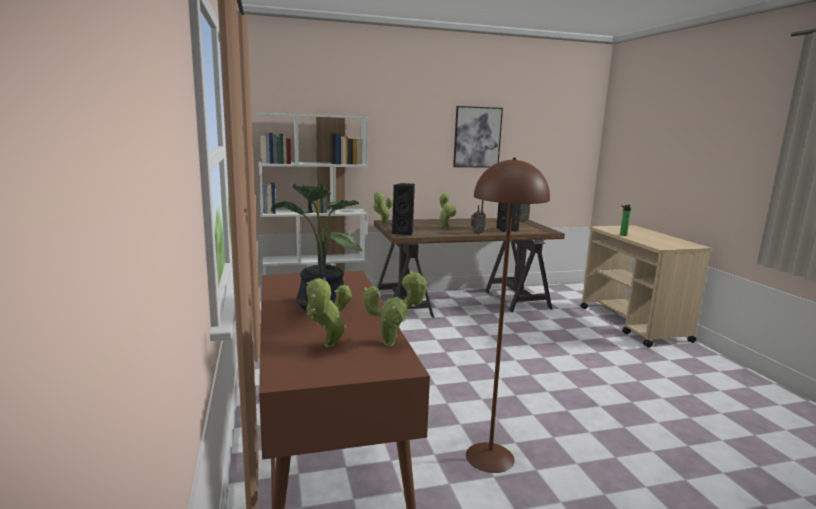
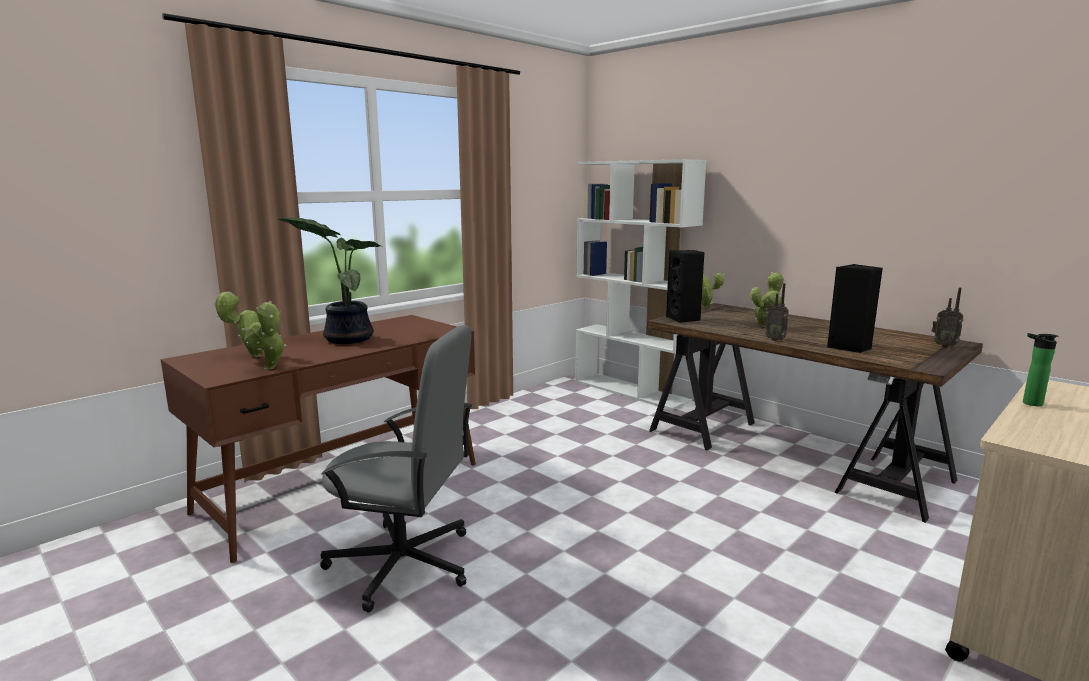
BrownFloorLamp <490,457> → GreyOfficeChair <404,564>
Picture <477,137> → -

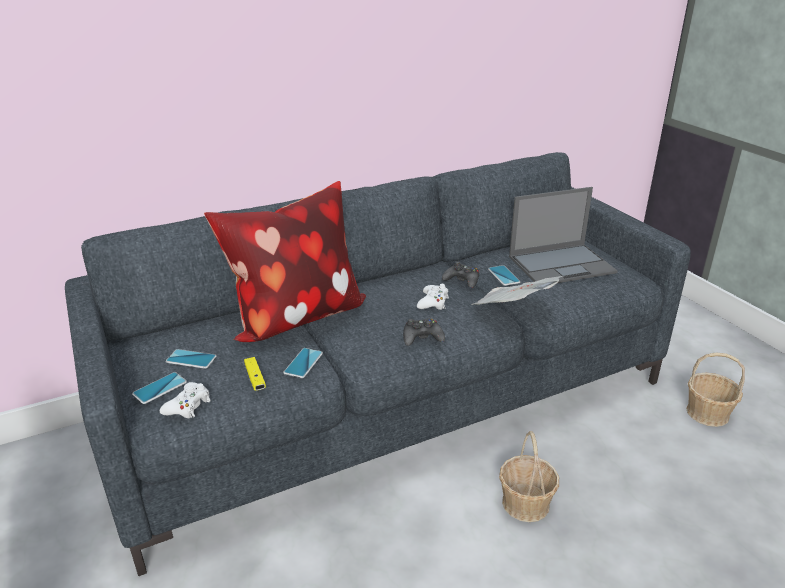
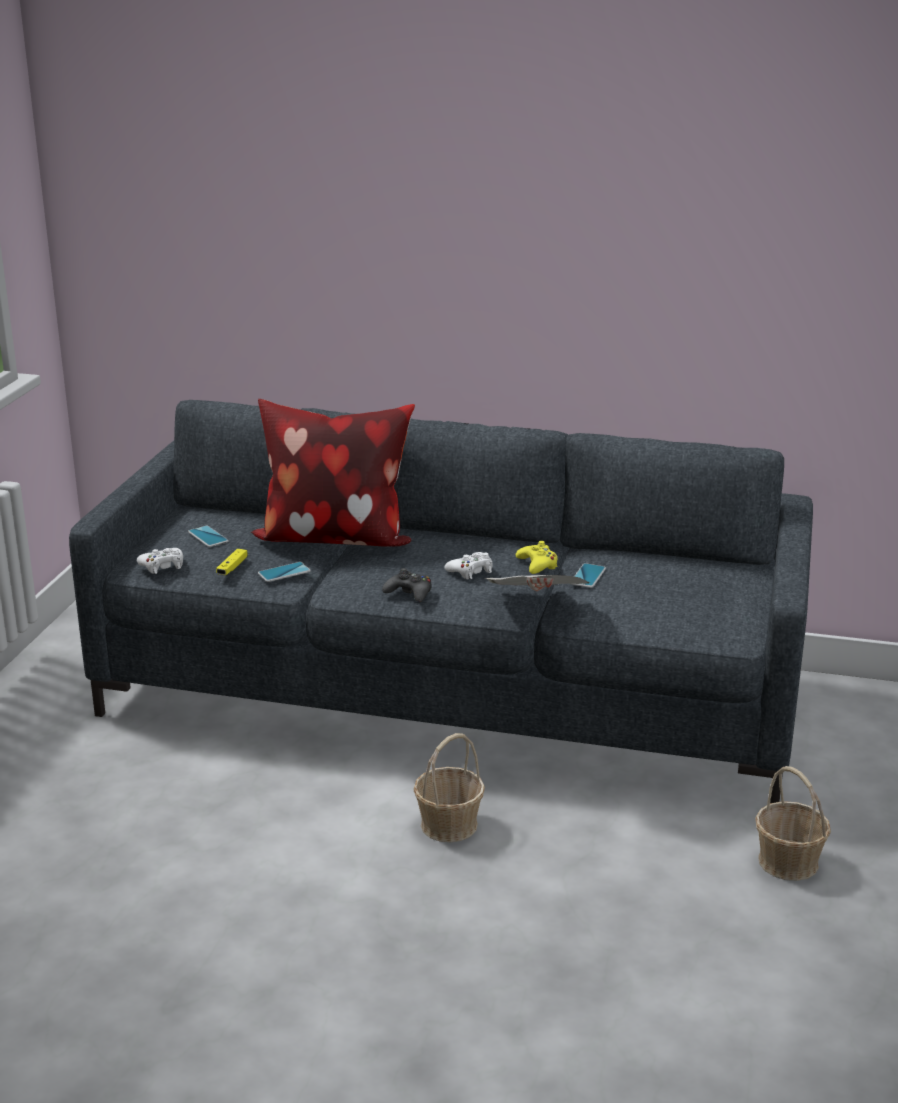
BlackGameController <462,280> → YellowGameController <537,565>
Phone <160,388> → -
Laptop <562,264> → -

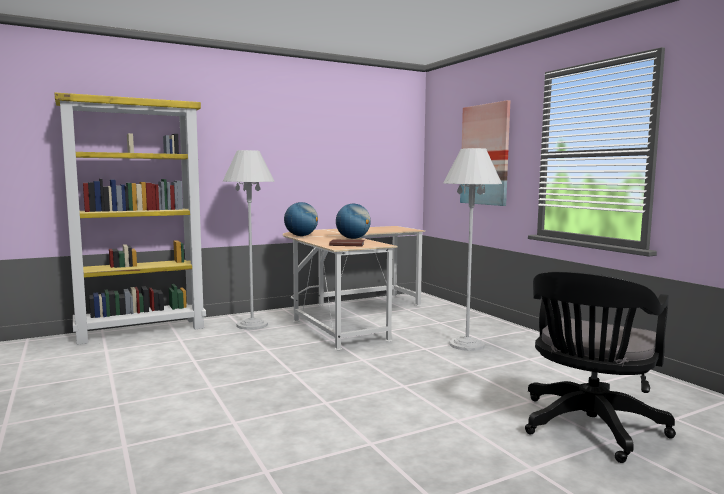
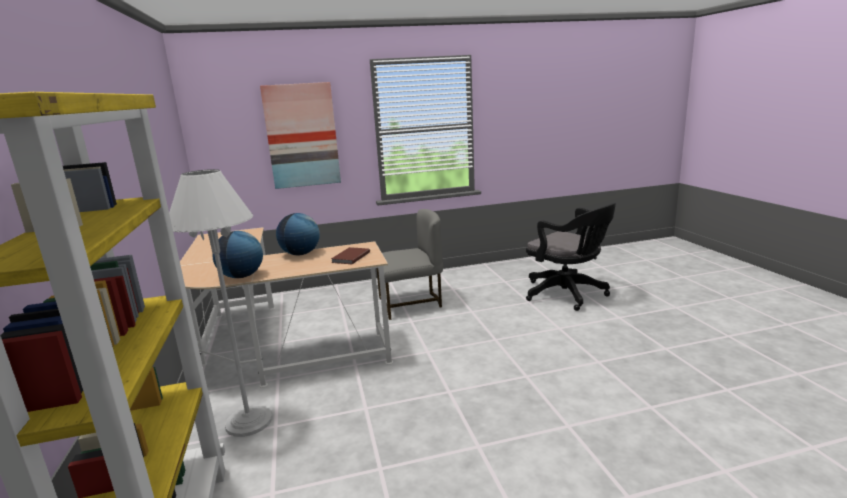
WhiteFloorLamp <467,345> → GreyChair <411,304>

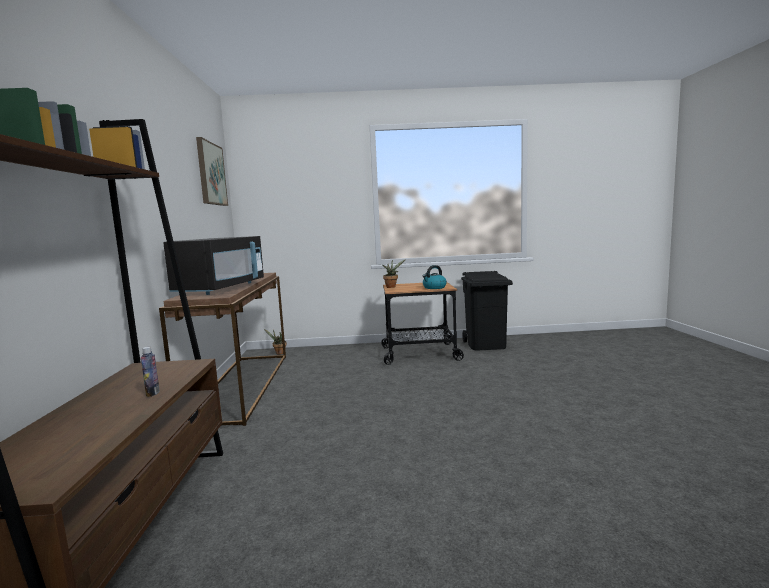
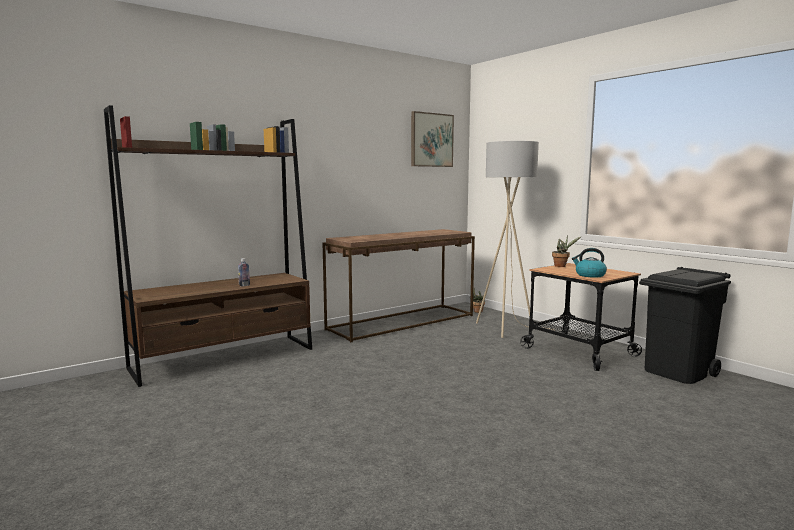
- → BeigeFloorLamp <507,328>
BlackMicrowave <221,288> → -

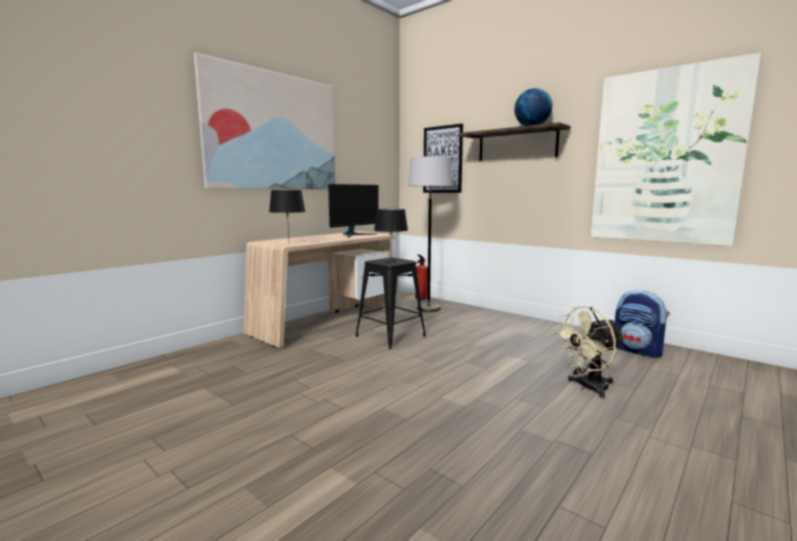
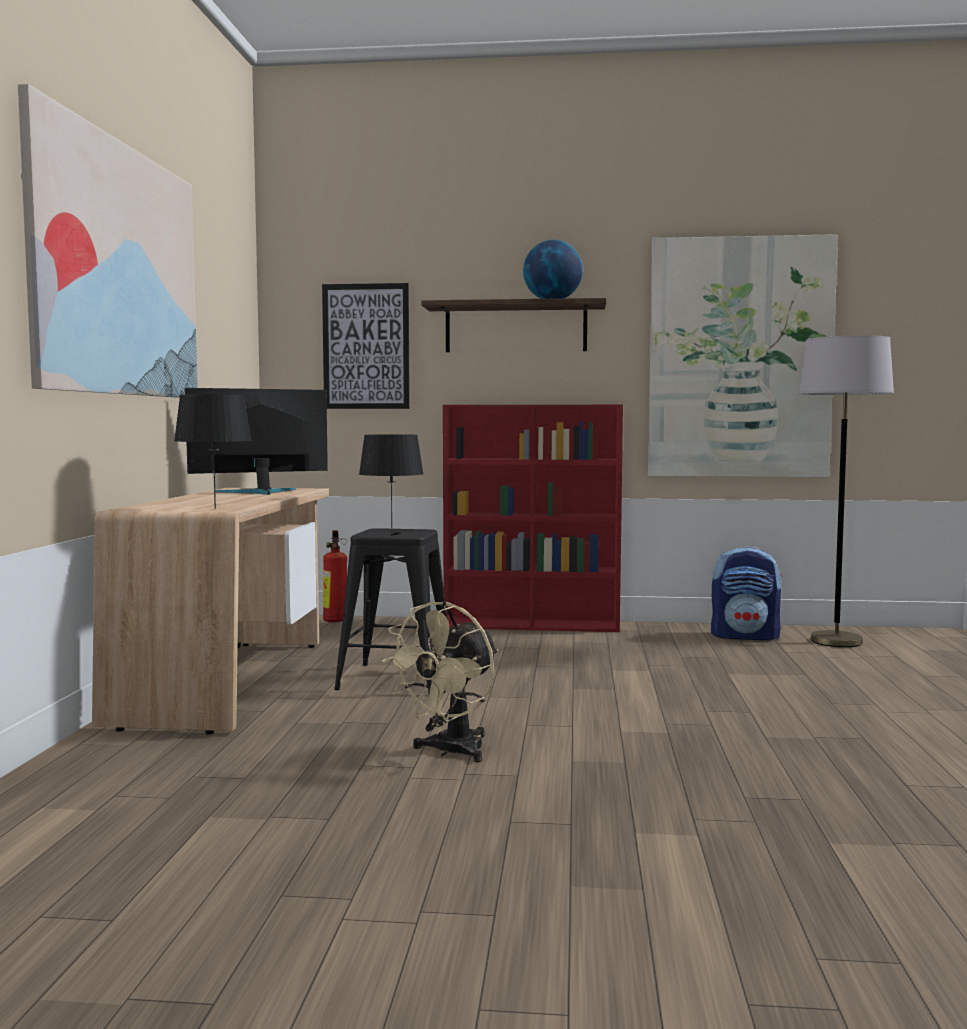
Monitor <354,235> → Monitor <260,492>, 120 degrees counterclockwise
BeigeFan <587,388> → BeigeFan <450,752>, move
- → RedBookcase <533,625>
GreyFloorLamp <428,308> → GreyFloorLamp <836,641>, move

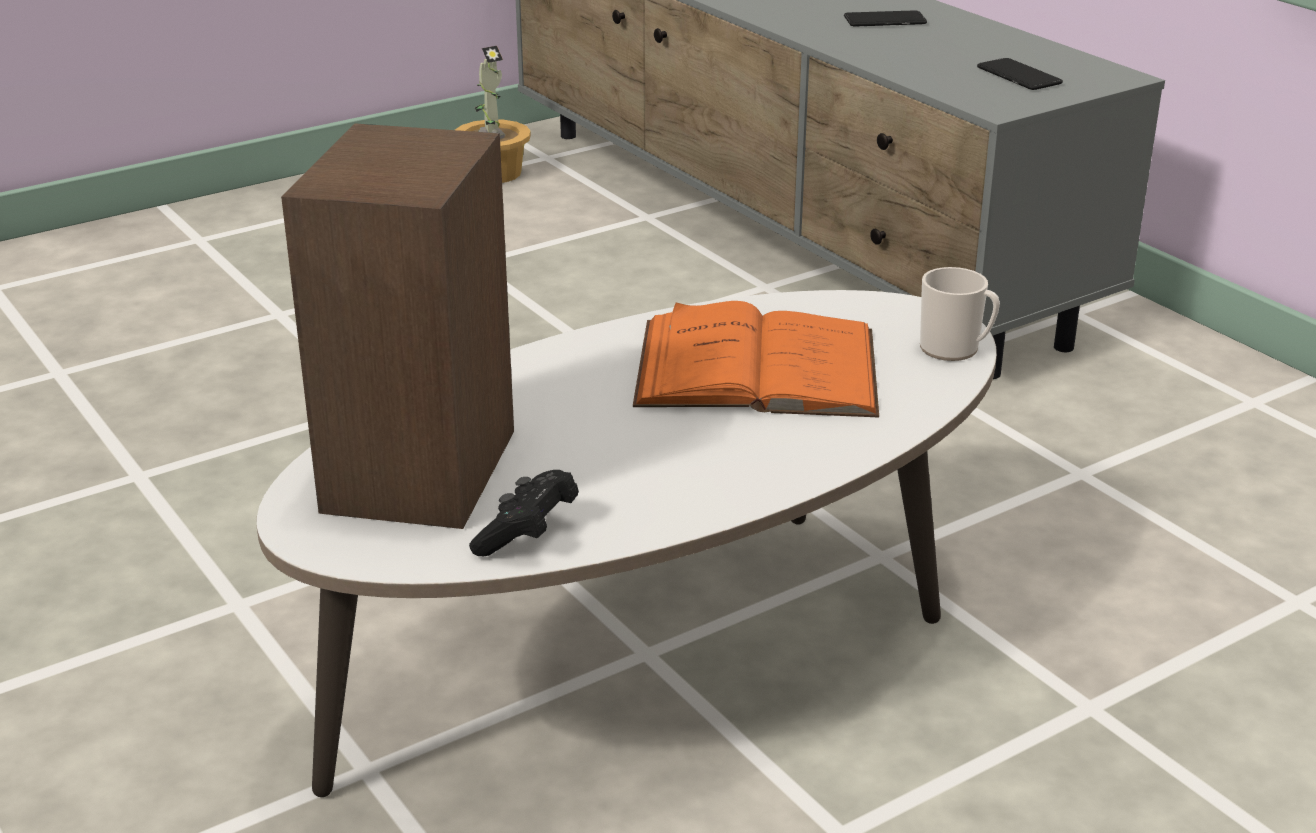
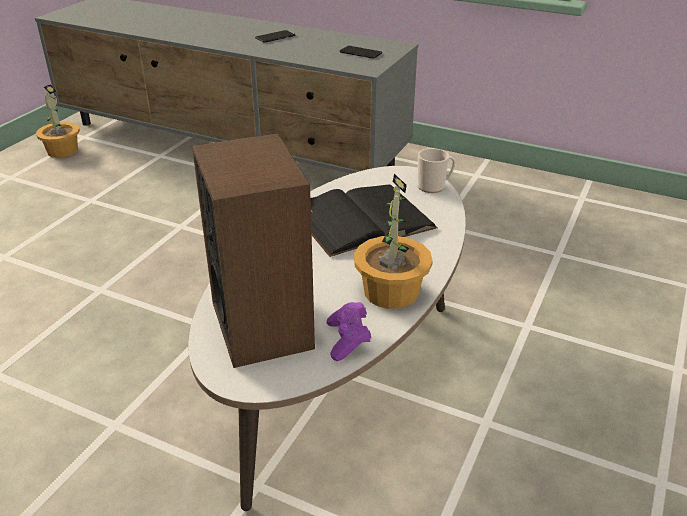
OrangeBook <757,368> → BlackBook <363,219>
BlackGameController <527,534> → PurpleGameController <348,340>
- → PottedPlant <390,291>

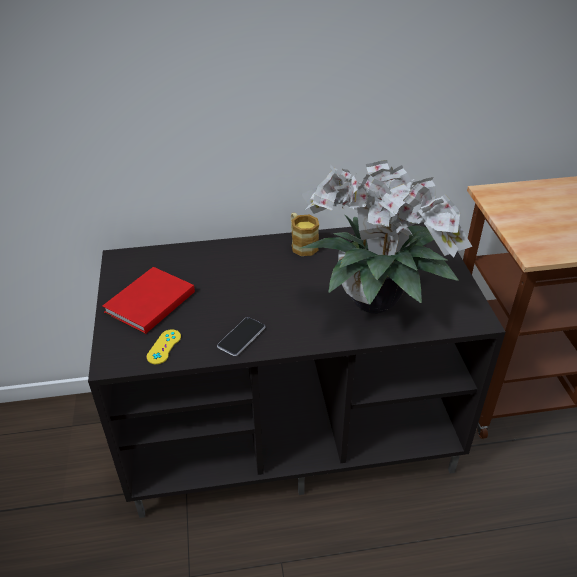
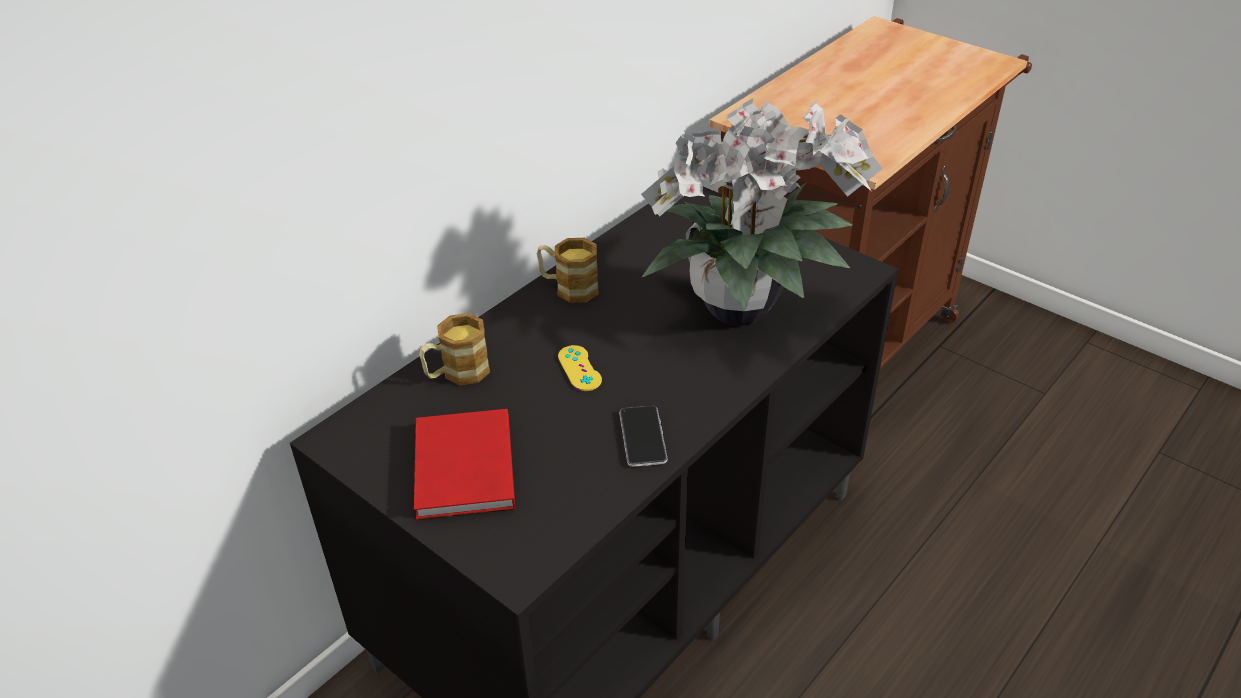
- → Mug <457,373>
YellowGameController <164,347> → YellowGameController <579,368>, move

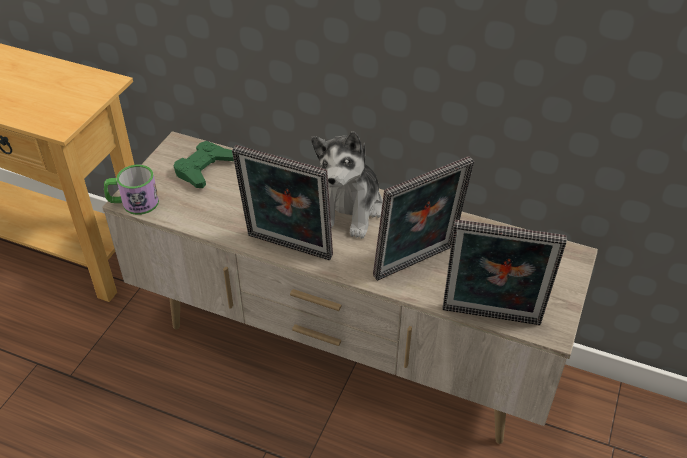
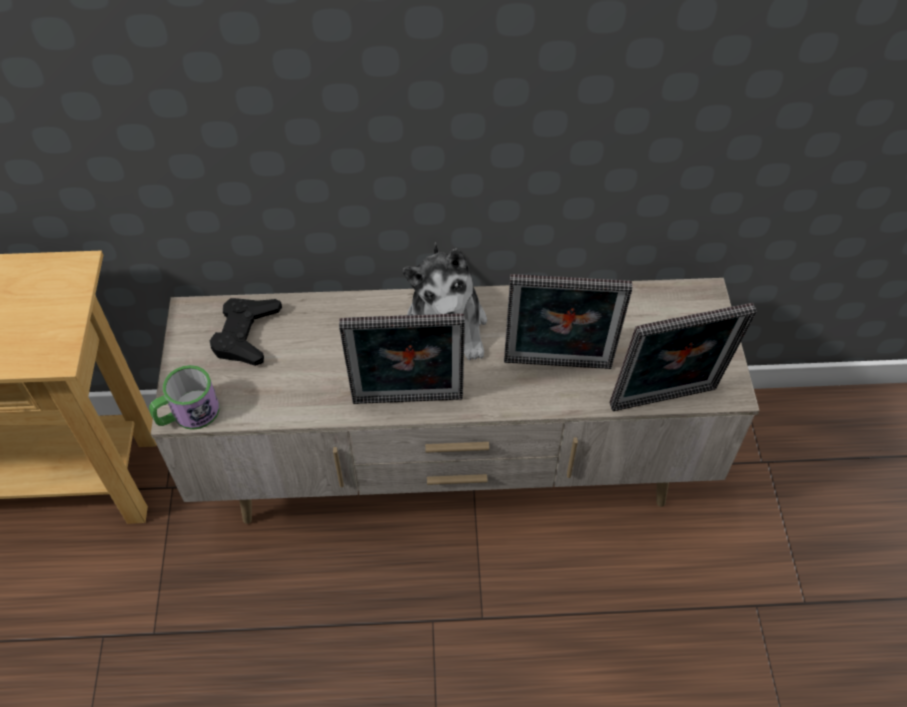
GreenGameController <205,168> → BlackGameController <246,334>
PictureFrame <417,265> → PictureFrame <557,367>, 60 degrees clockwise

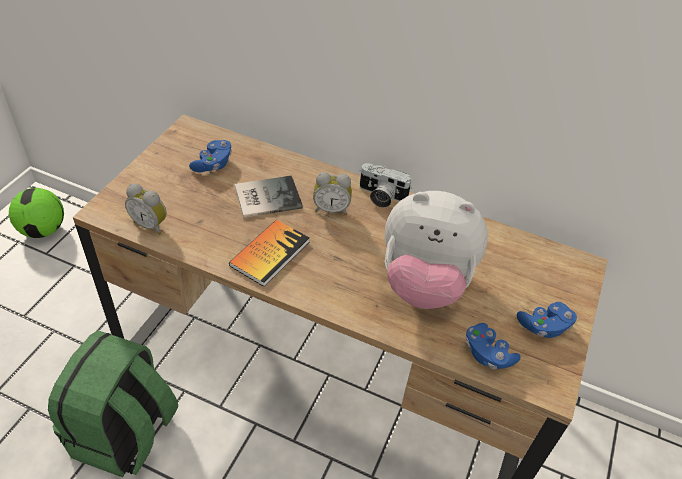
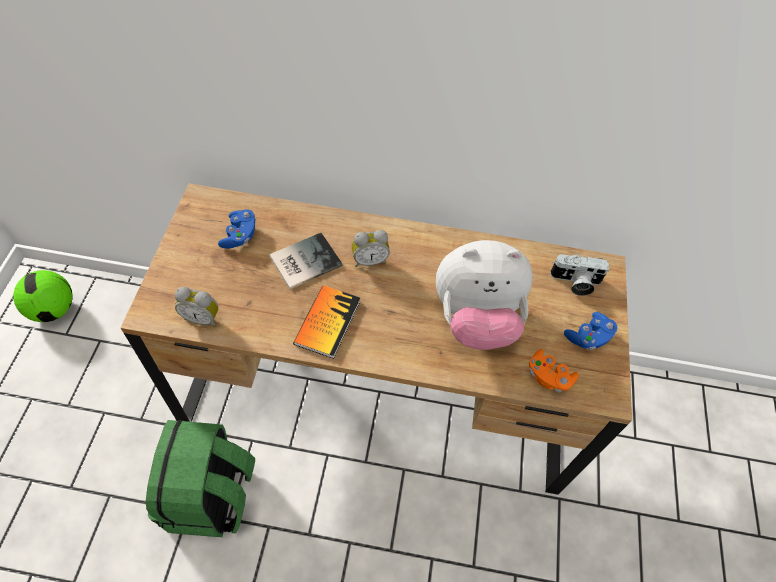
BlueGameController <487,354> → OrangeGameController <548,376>
PhotoCamera <381,196> → PhotoCamera <575,282>, move

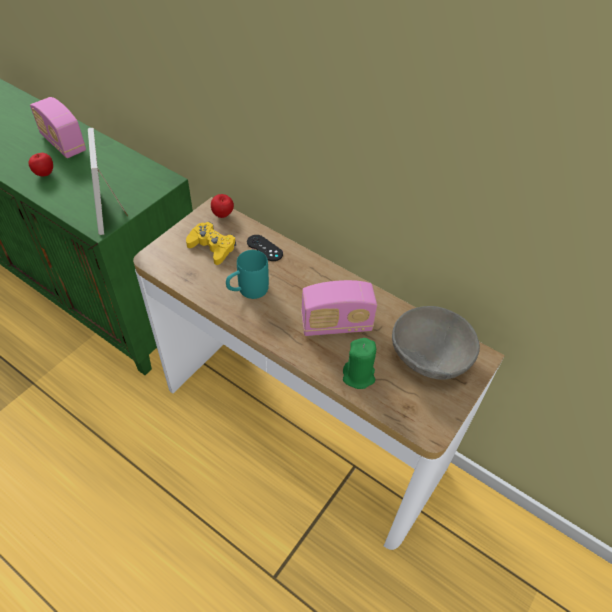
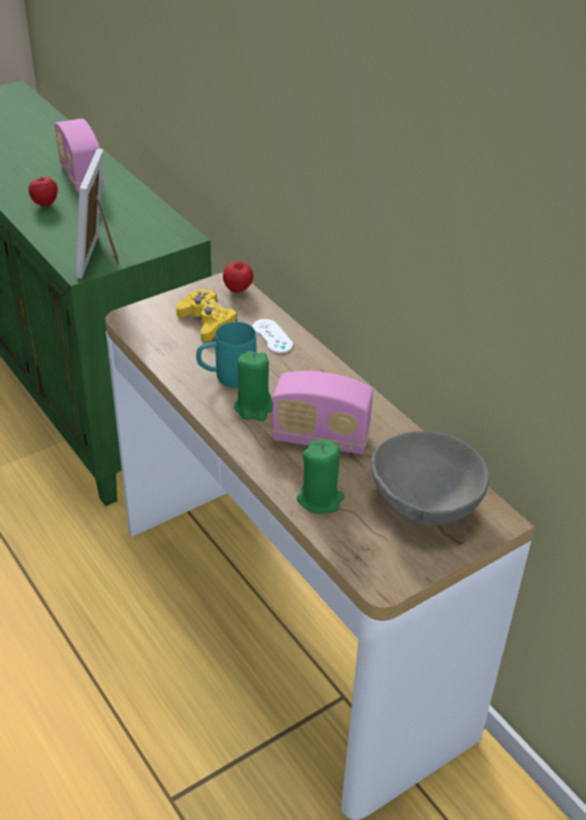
- → GreenCandle <254,408>
BlackGameController <264,248> → WhiteGameController <272,336>

